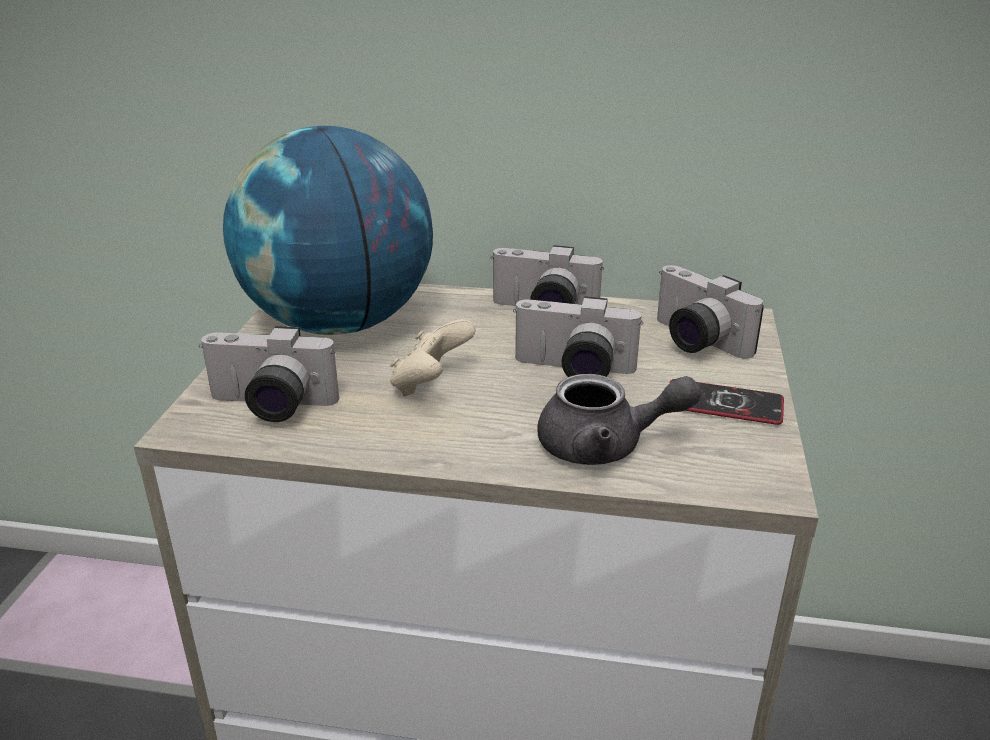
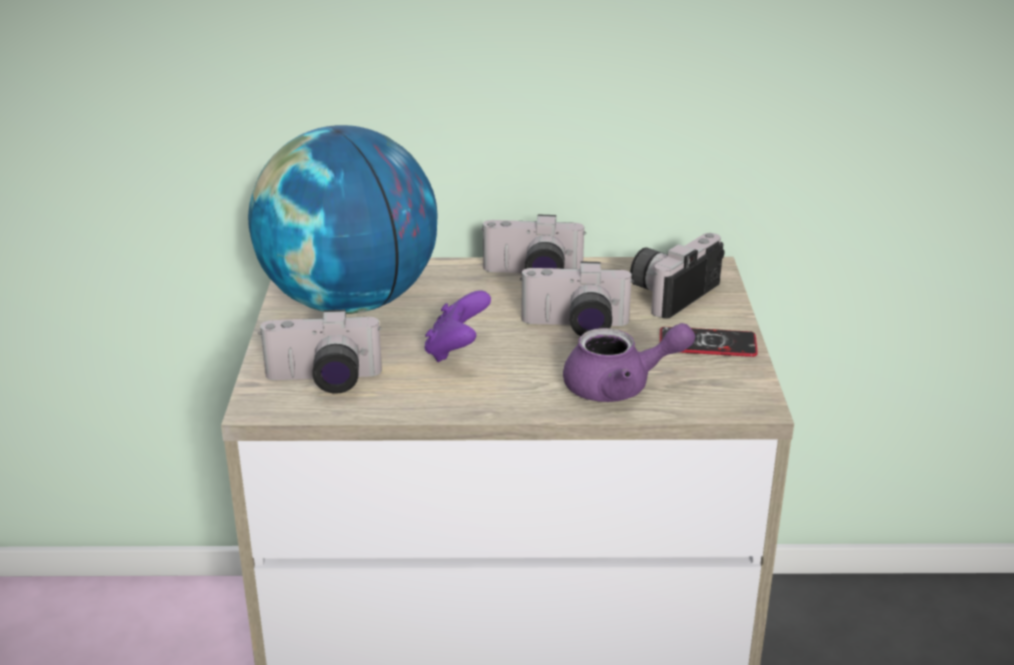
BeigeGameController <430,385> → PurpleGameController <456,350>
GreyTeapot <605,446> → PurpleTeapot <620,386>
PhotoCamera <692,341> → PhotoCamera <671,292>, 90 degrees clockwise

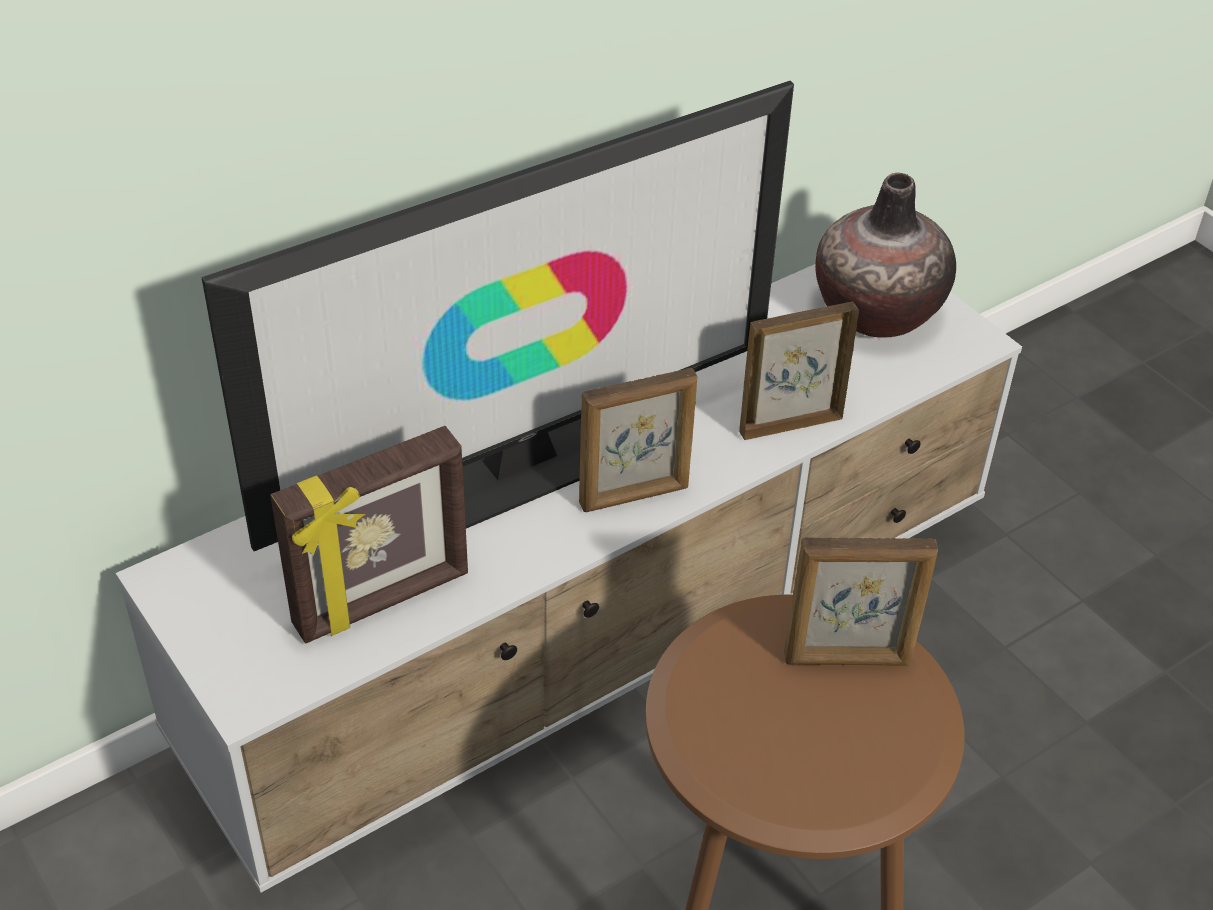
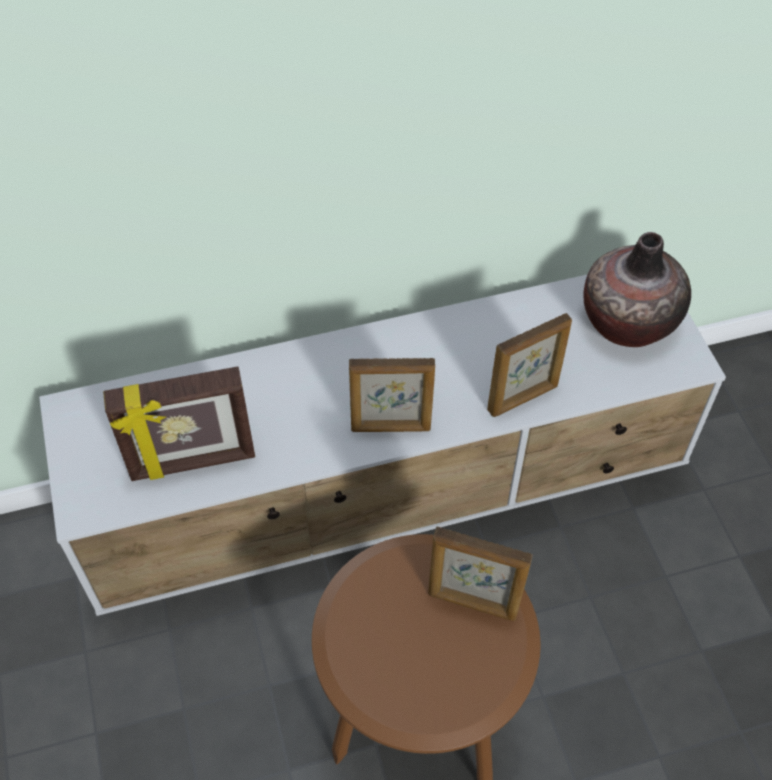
PictureFrame <789,424> → PictureFrame <523,398>, 150 degrees clockwise
Television <520,462> → -

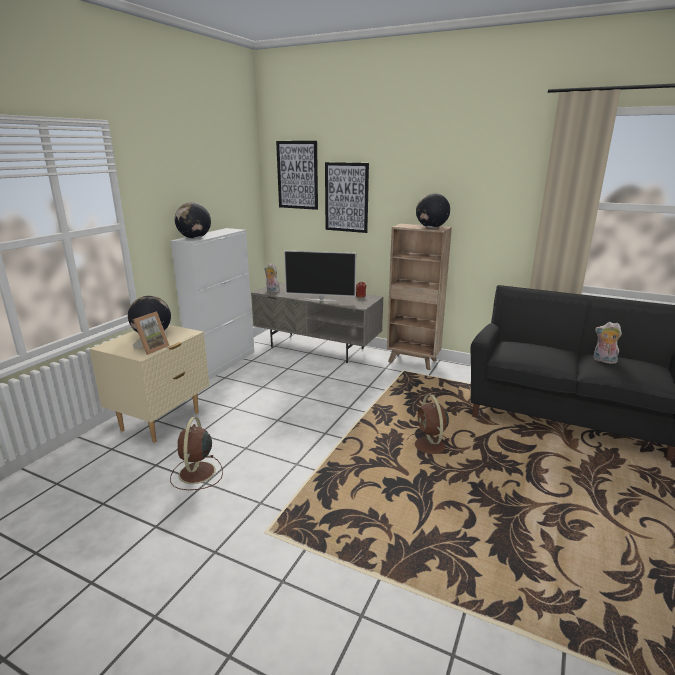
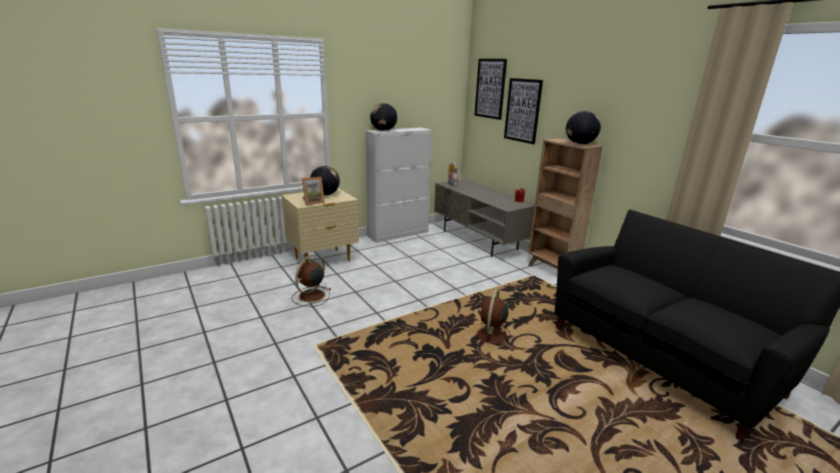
Television <320,299> → -
PlushToy <603,361> → -

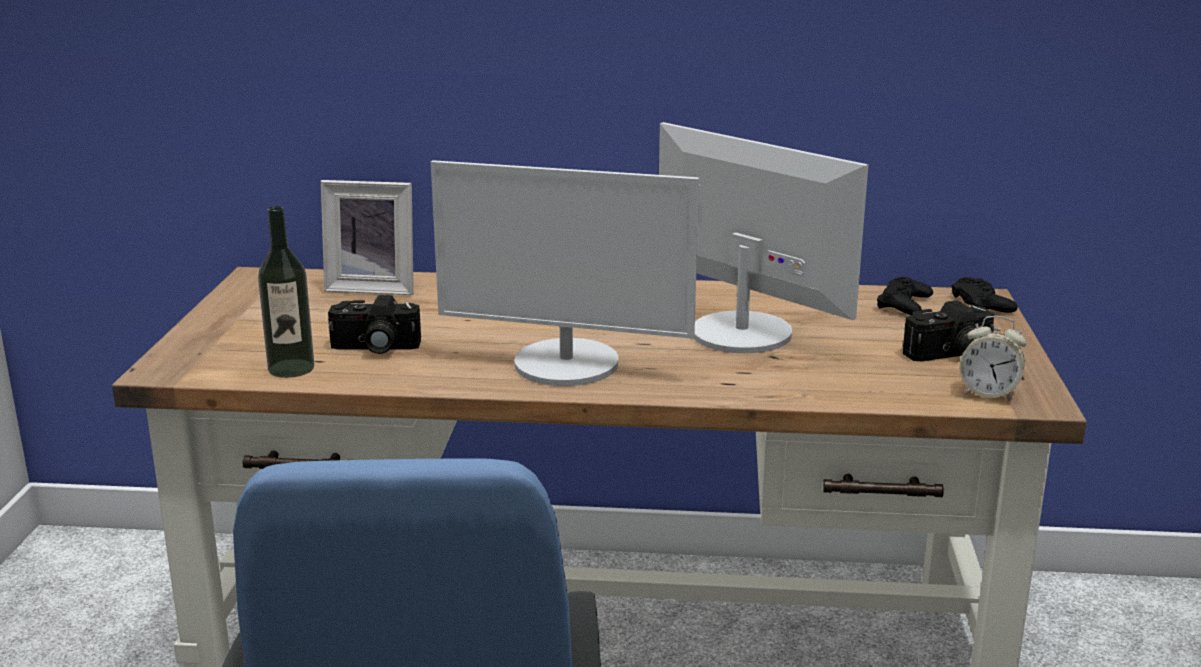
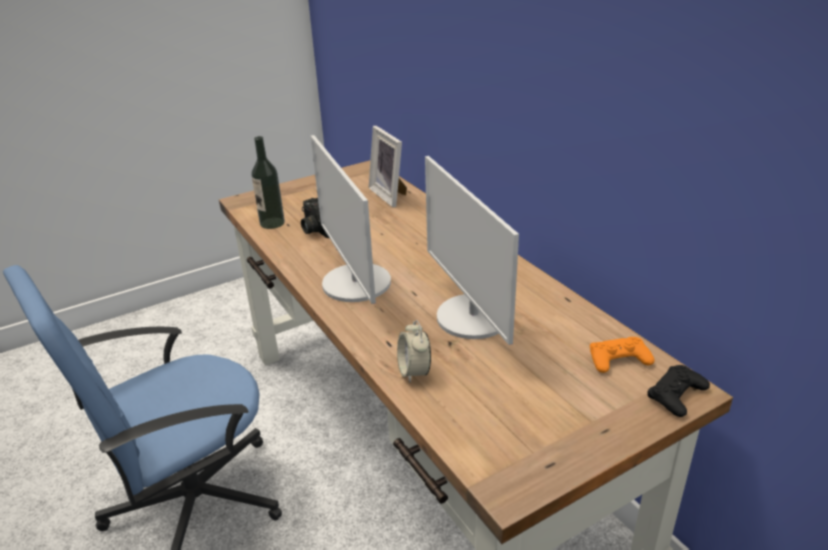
AlarmClock <988,393> → AlarmClock <414,371>, move
Monitor <742,333> → Monitor <472,317>, 150 degrees clockwise
BlackGameController <904,304> → OrangeGameController <618,359>
PhotoCamera <952,355> → -

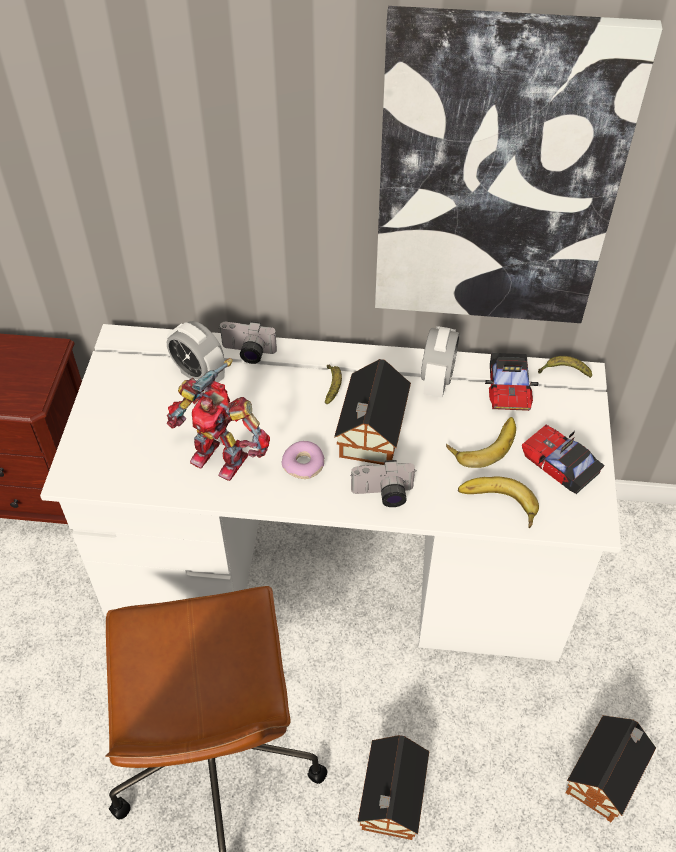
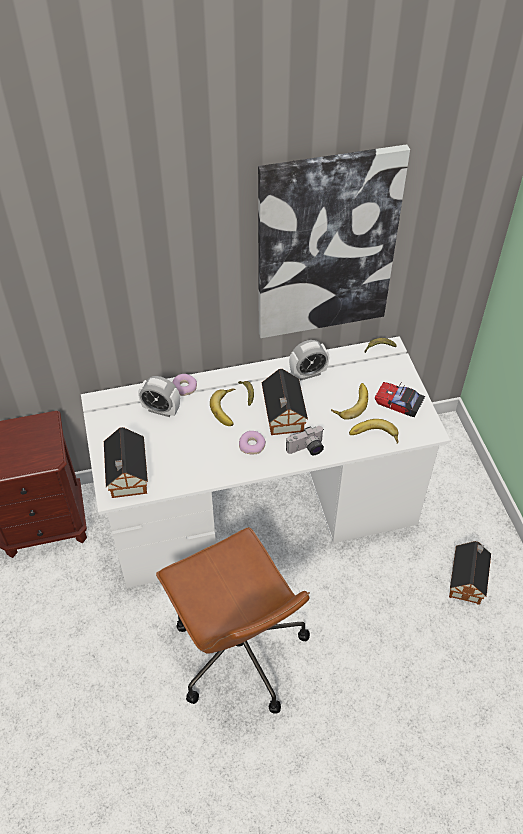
ToyHouse <391,800> → ToyHouse <127,476>, move
PhotoCamera <247,353> → Donut <184,387>
- → Banana <228,409>
AlarmClock <437,381> → AlarmClock <308,373>, 75 degrees clockwise
ToyRobot <221,456> → -
ToyCar <509,388> → -

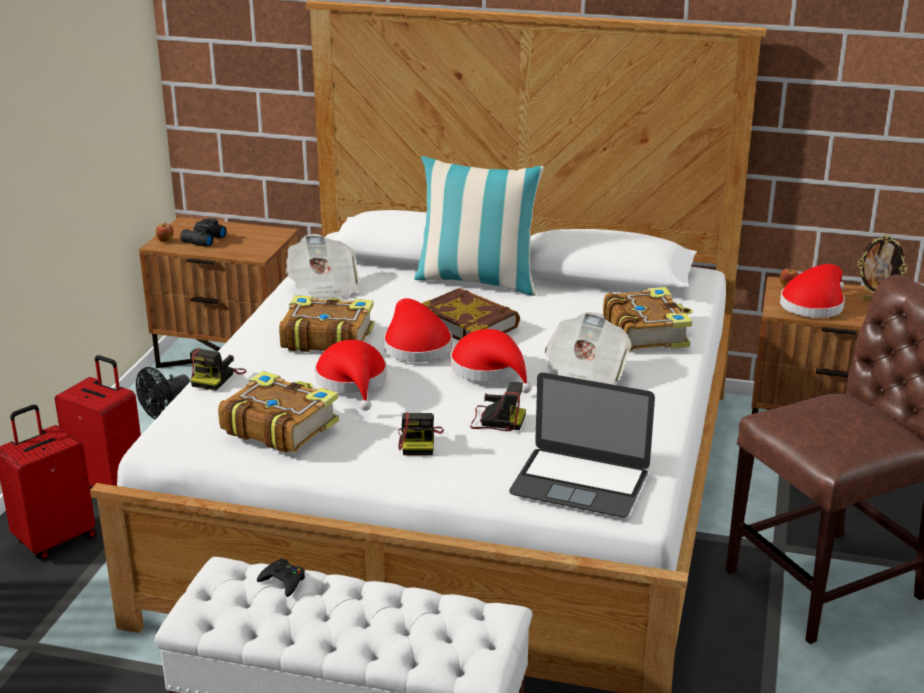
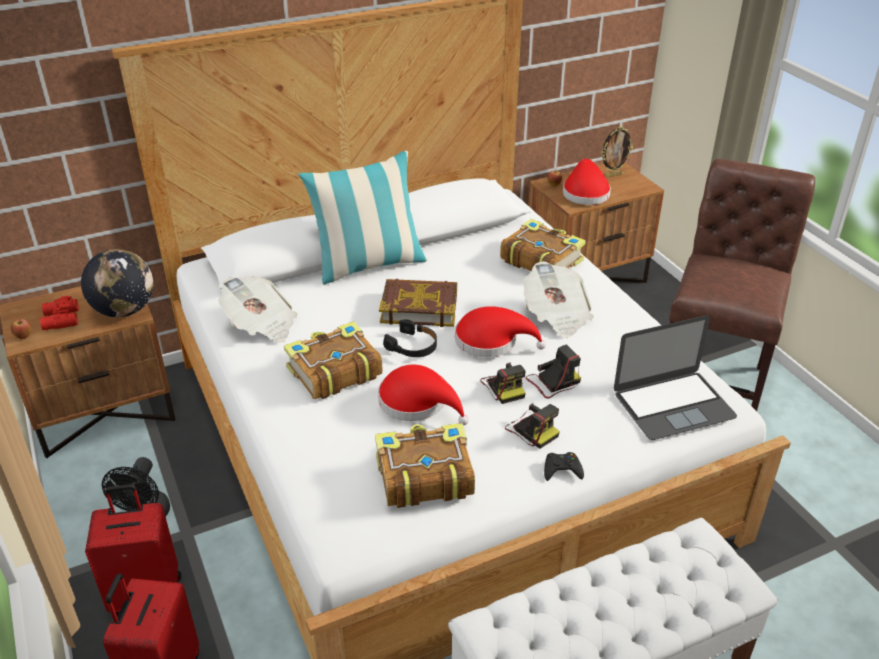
BlackBinoculars <202,240> → RedBinoculars <60,320>
- → Globe <124,310>
RedHat <415,346> → BlackHeadphones <413,346>
PhotoCamera <217,378> → PhotoCamera <504,387>, move
BlackGameController <283,581> → BlackGameController <562,470>, move

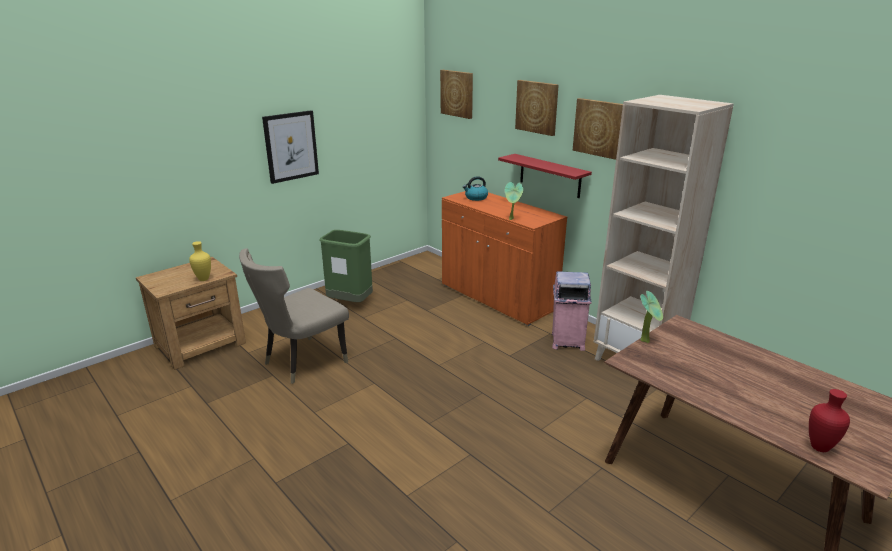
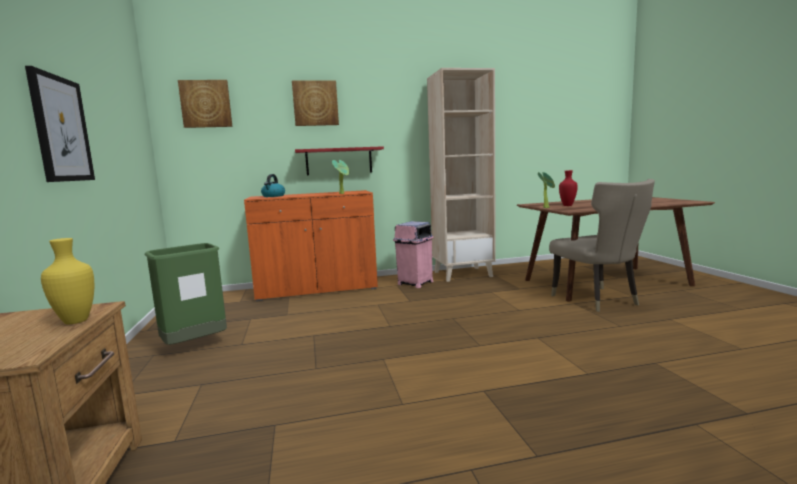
BeigeChair <301,362> → BeigeChair <598,300>, move
RedVase <818,447> → RedVase <567,205>, move
Picture <599,128> → -

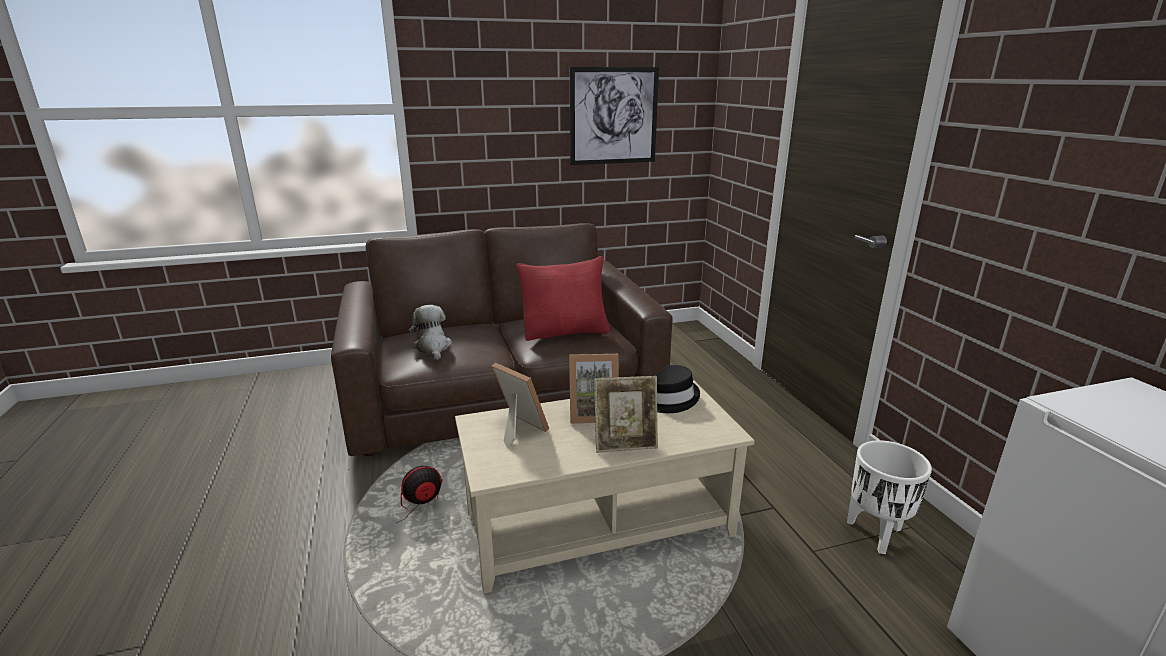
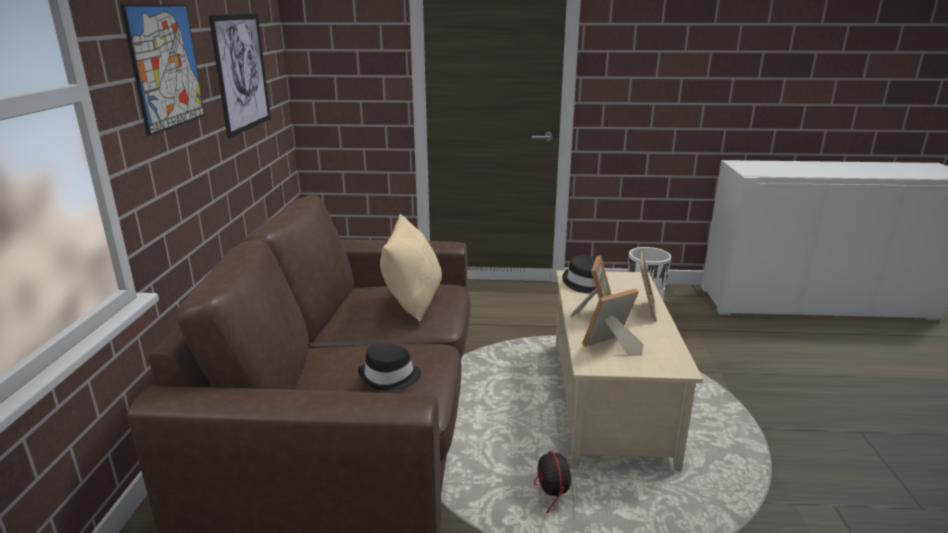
- → Picture <166,66>
PlushToy <432,347> → BlackHat <390,377>
RedPillow <565,332> → BeigePillow <413,301>

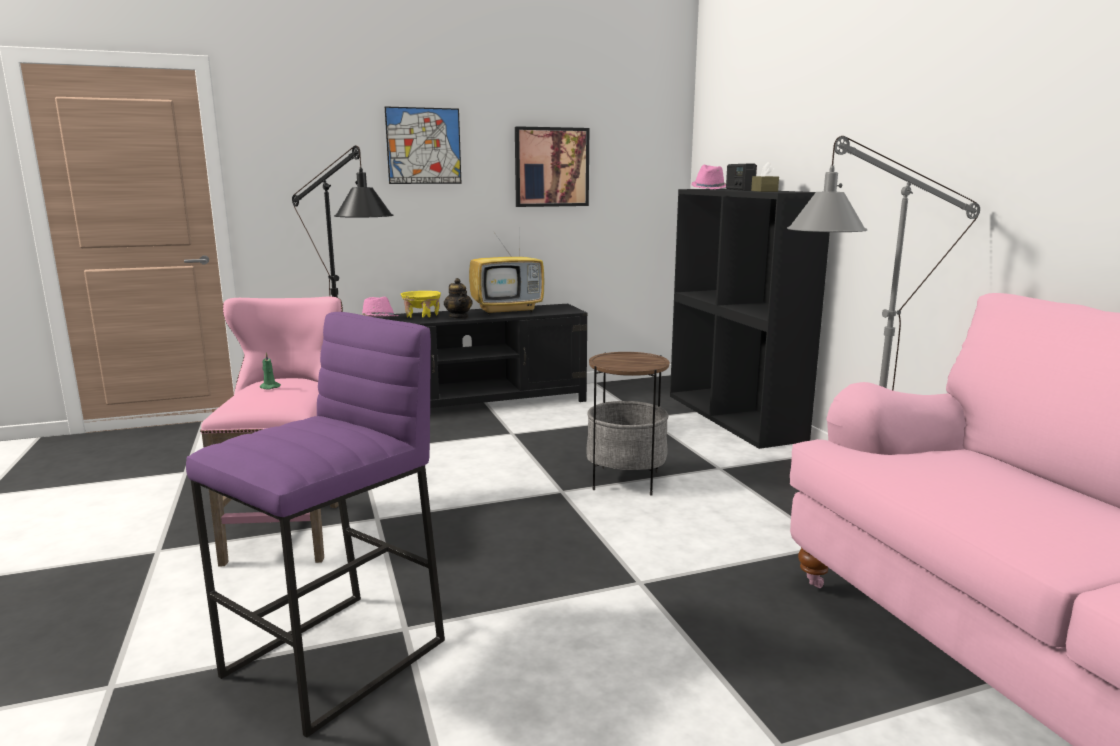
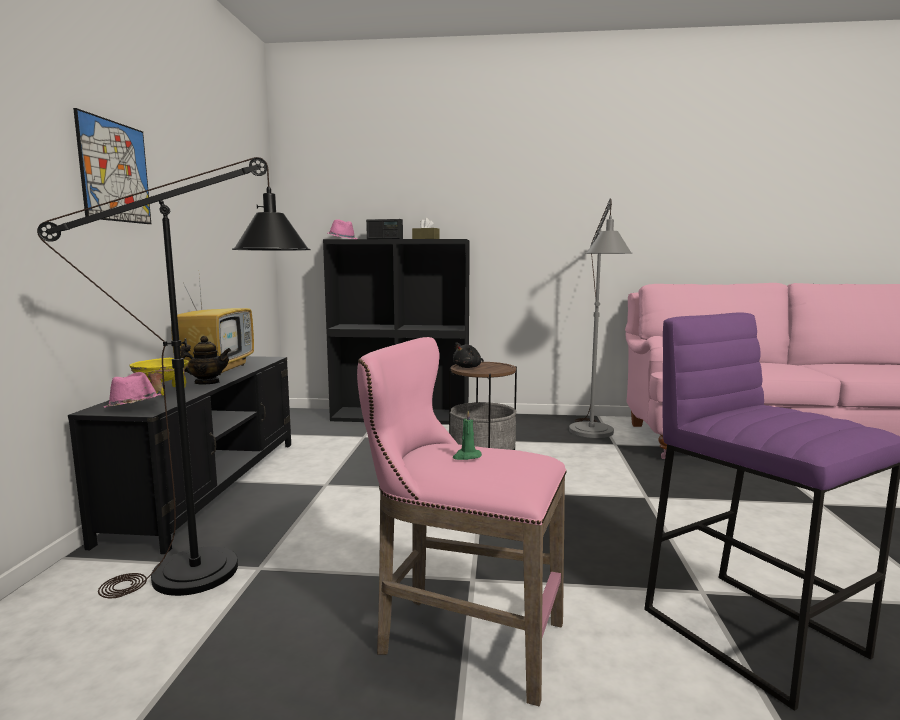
- → BlackPlushToy <468,367>
Picture <551,167> → -

